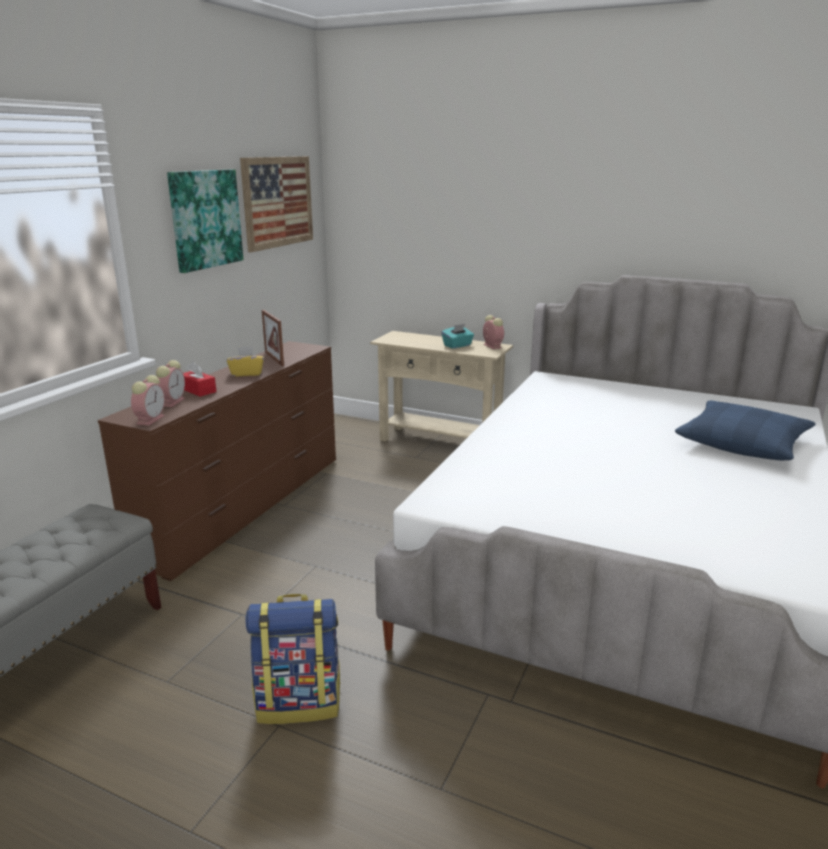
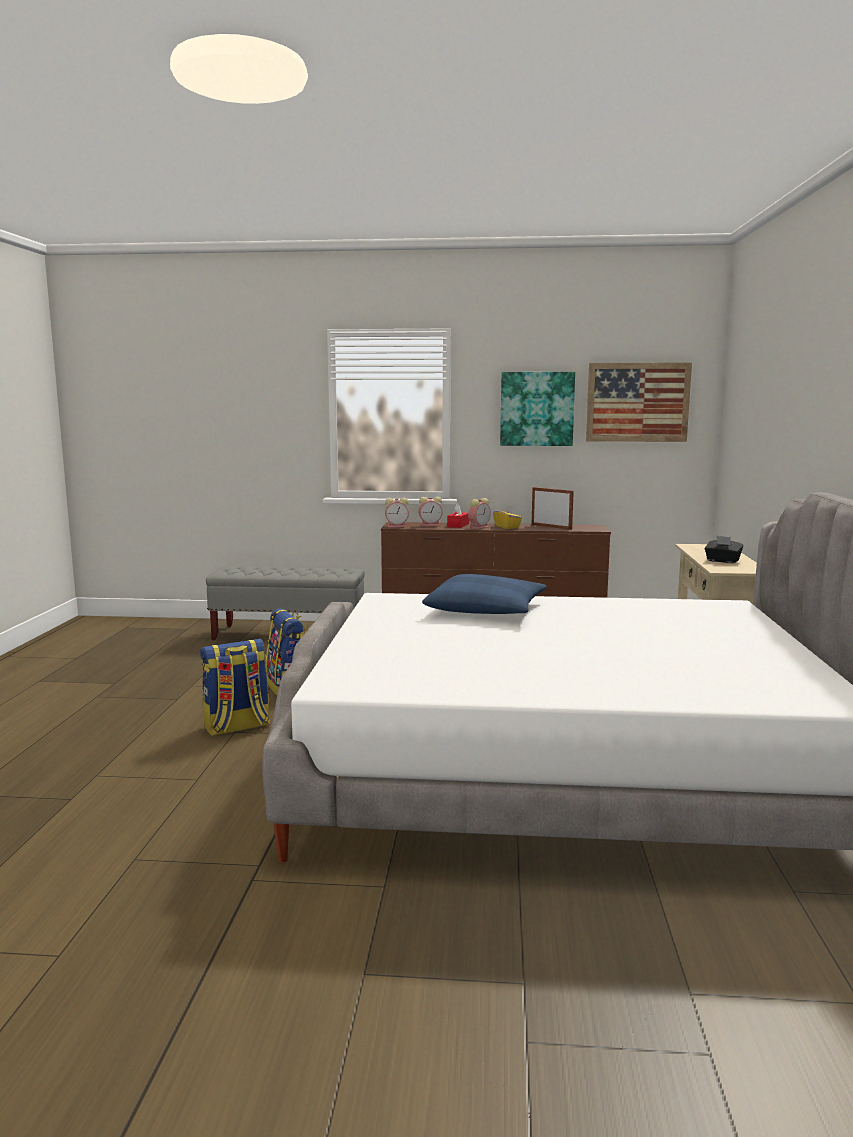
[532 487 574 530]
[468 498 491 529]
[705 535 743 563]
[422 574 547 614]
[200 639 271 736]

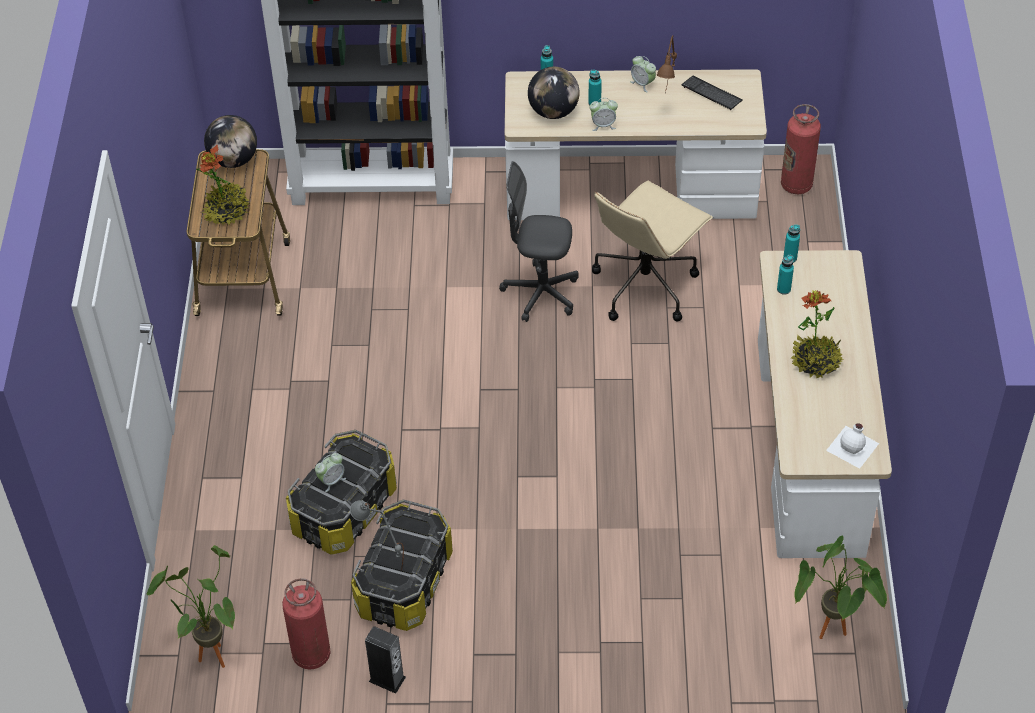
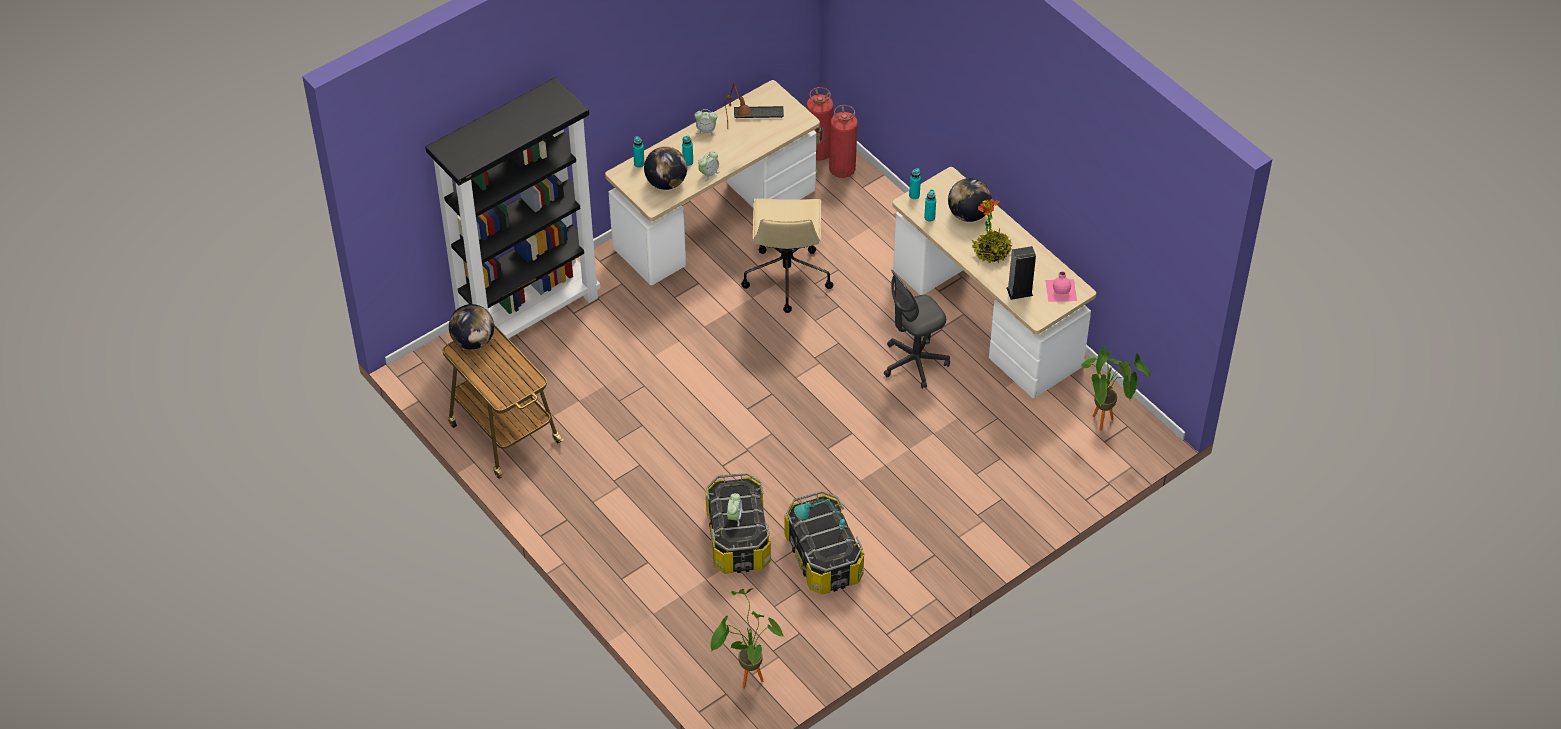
[196 145 250 225] (first image)
[884 270 950 389]
[1045 272 1077 302]
[794 499 845 542]
[829 105 858 178]
[1006 246 1036 300]
[948 178 992 222]

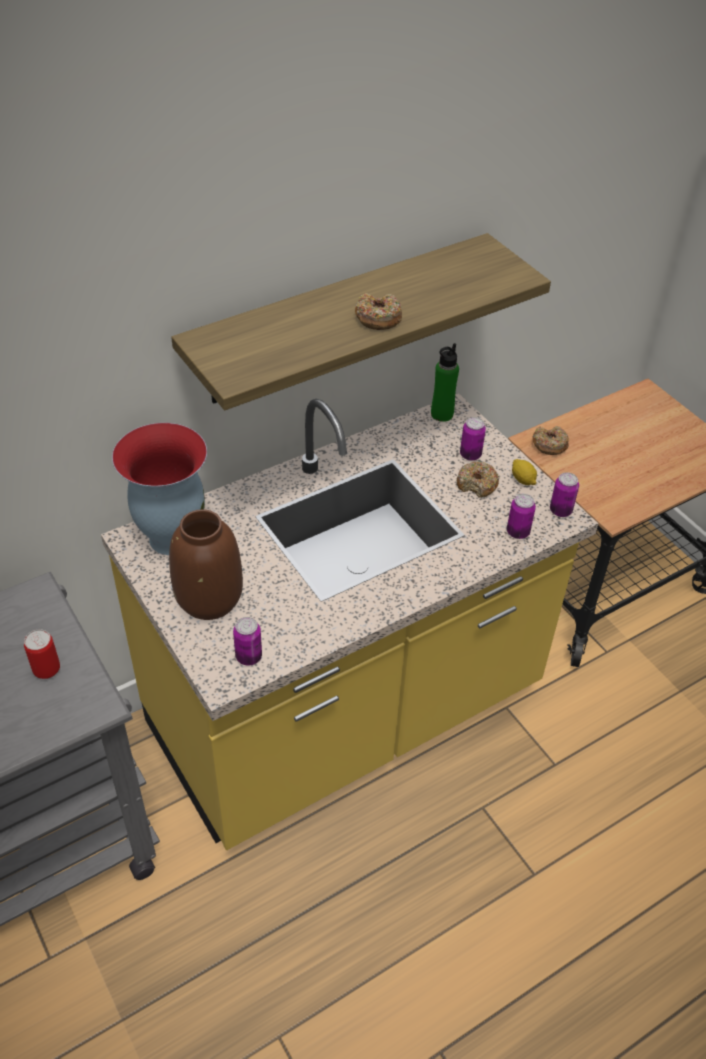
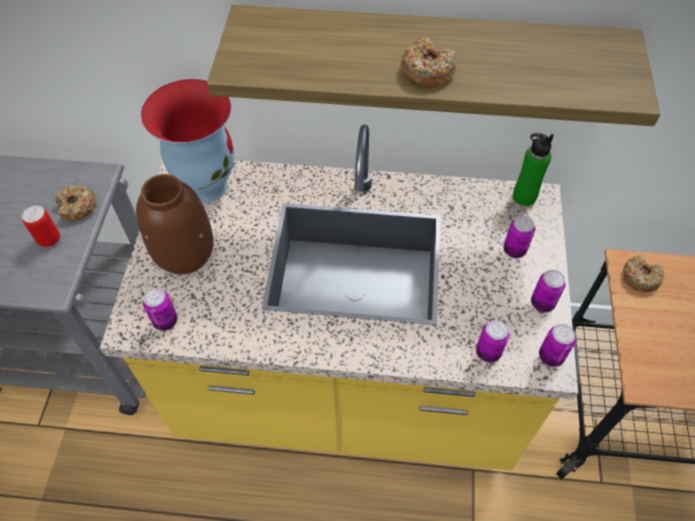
[531 270 565 312]
[55 185 96 221]

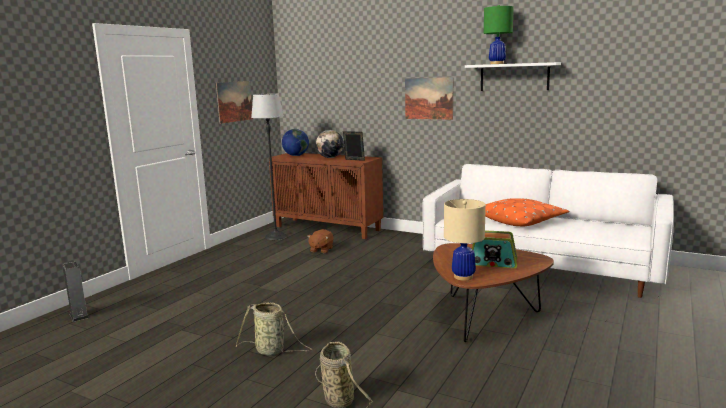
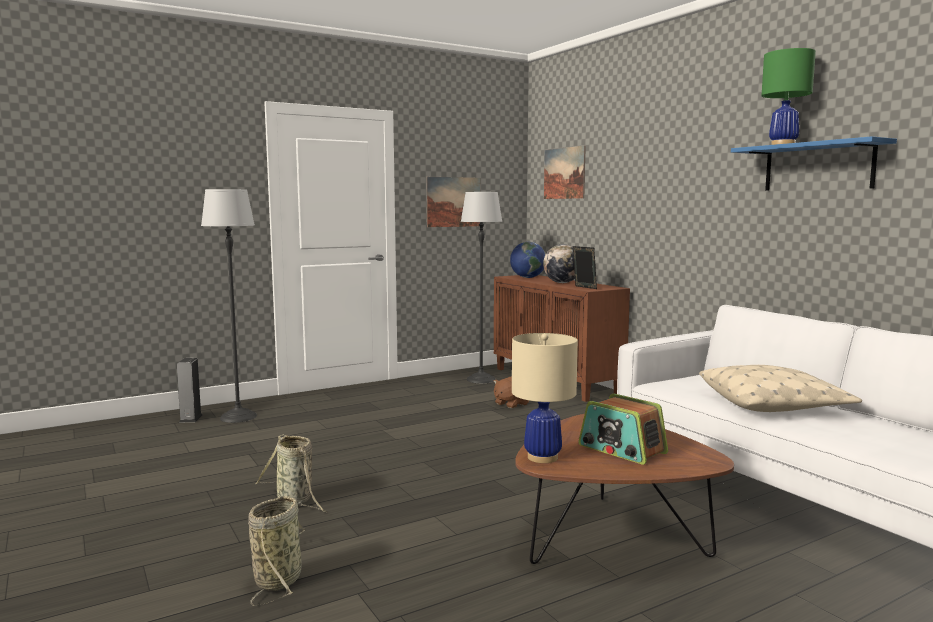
[731 136 897 191]
[544 146 586 199]
[699 365 862 412]
[201 189 257 423]

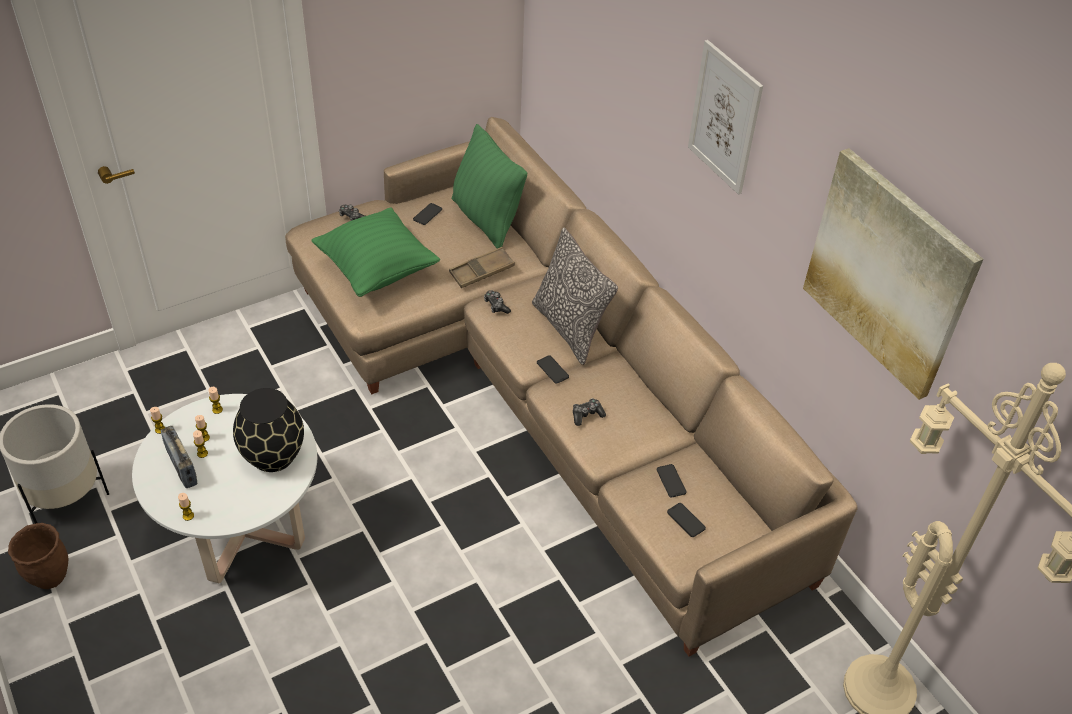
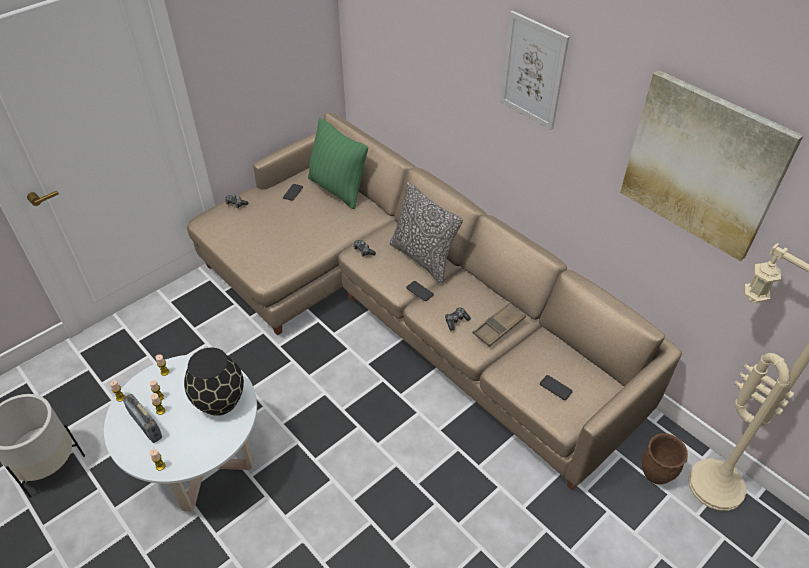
[311 208 440 297] (first image)
[473 302 526 347]
[657 464 687 498] (first image)
[642 433 688 485]

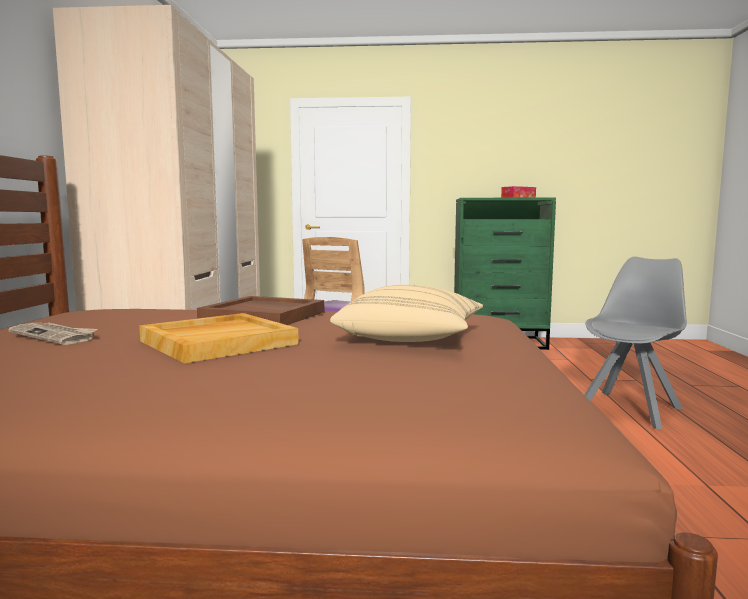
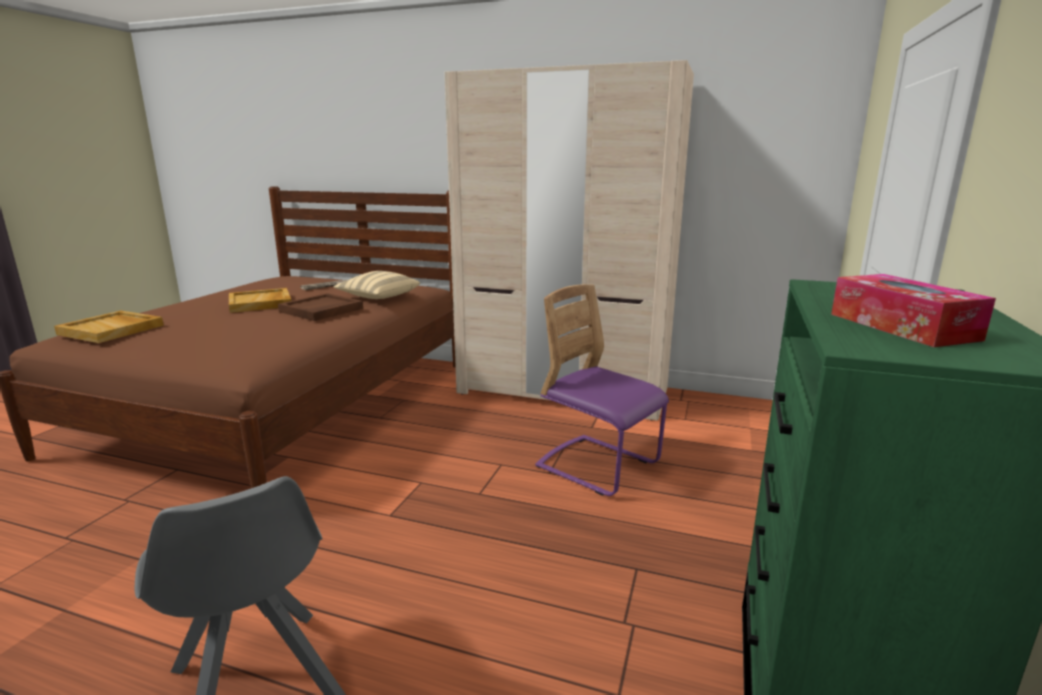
[334 271 420 299]
[54 311 164 343]

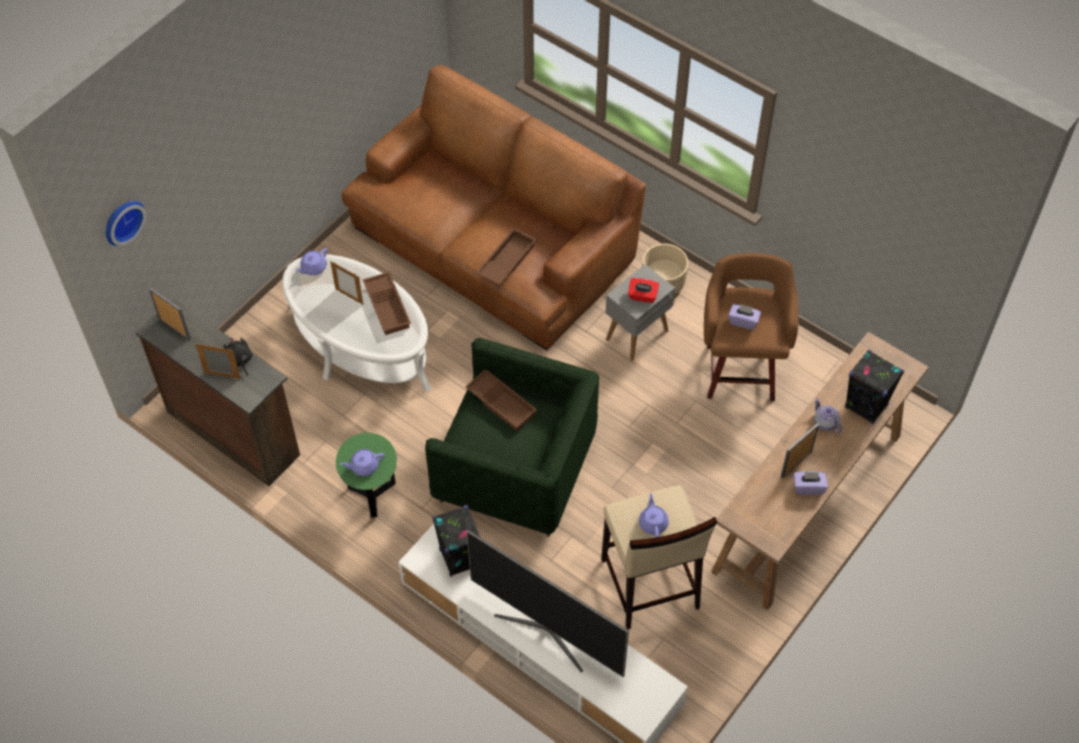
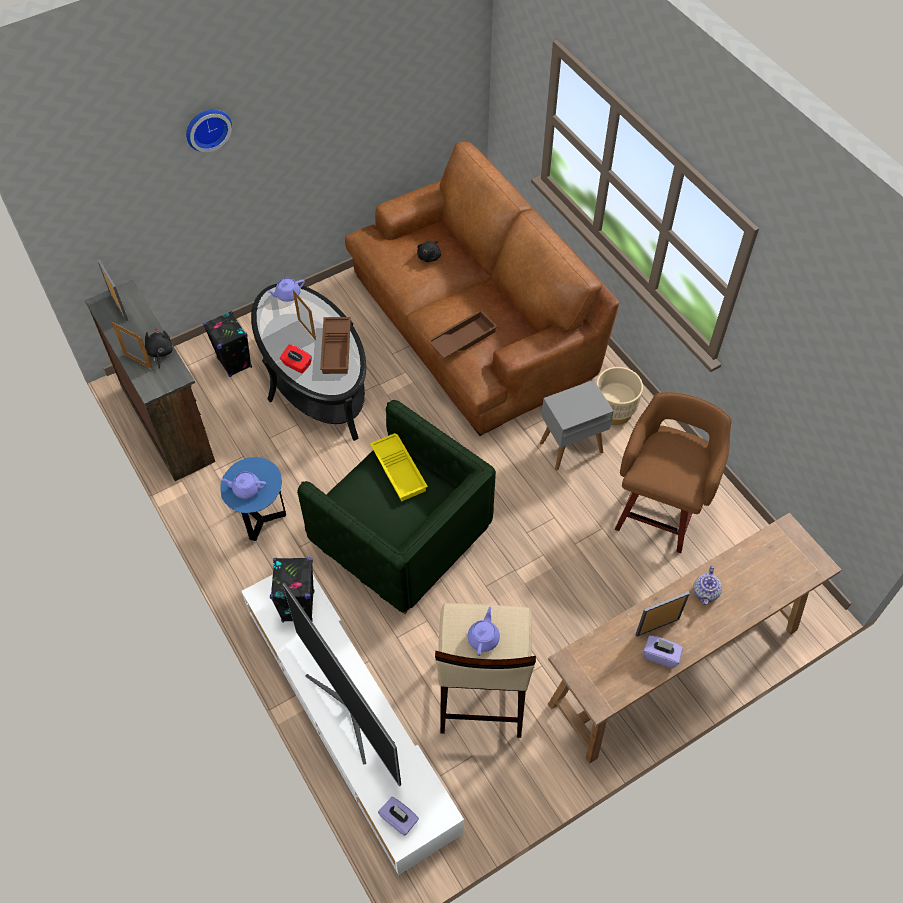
[186 109 232 152]
[251 283 366 441]
[280 344 312 374]
[378 797 419 836]
[203 311 252 377]
[370 433 428 501]
[693 566 722 605]
[221 457 286 541]
[417 241 441 262]

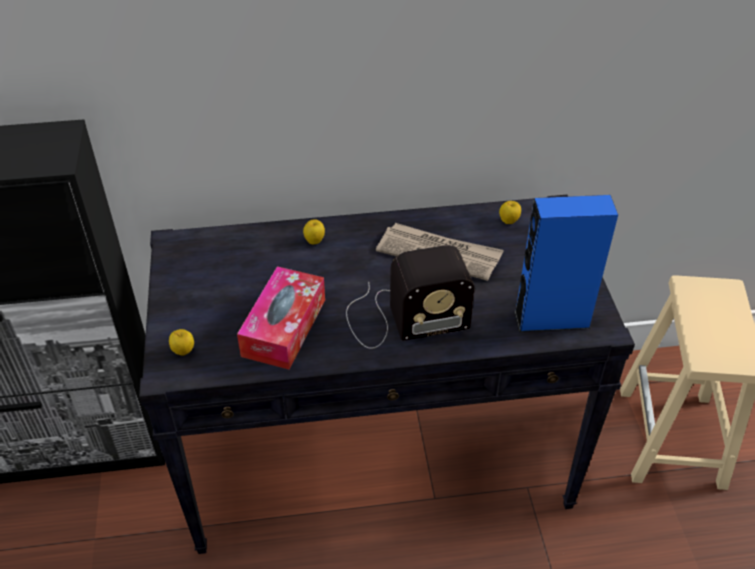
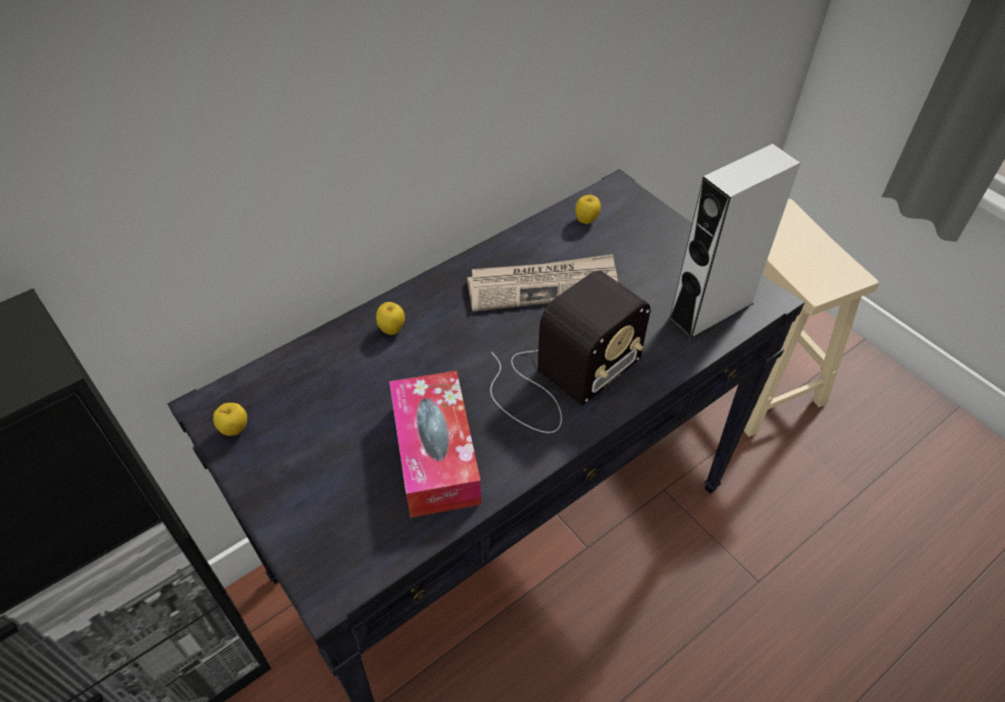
[668 144 801 339]
[213 403 247 436]

